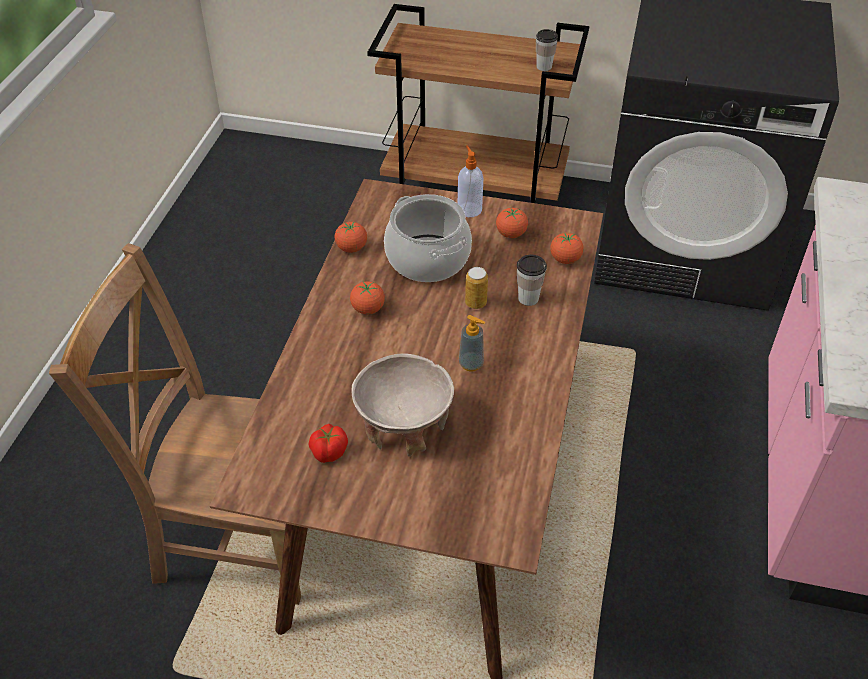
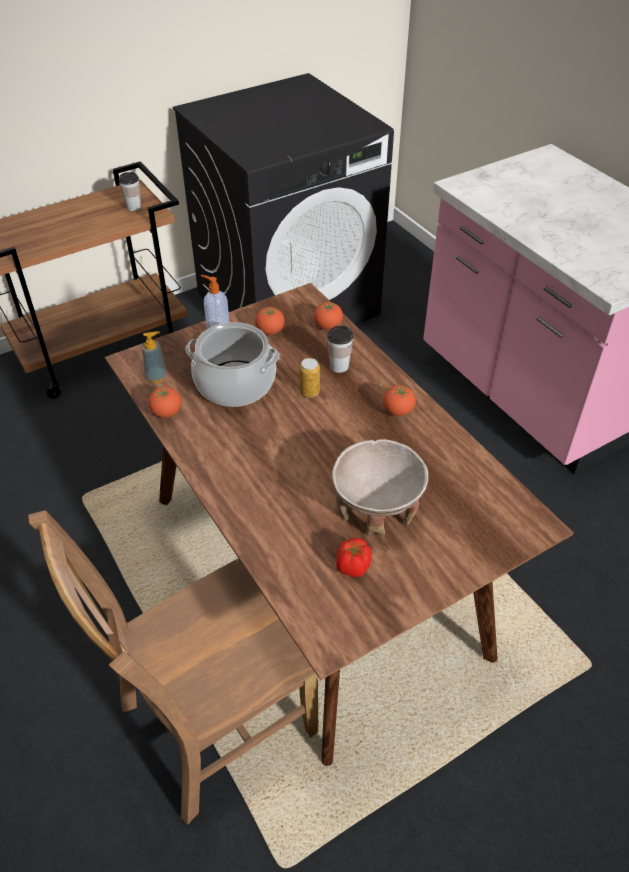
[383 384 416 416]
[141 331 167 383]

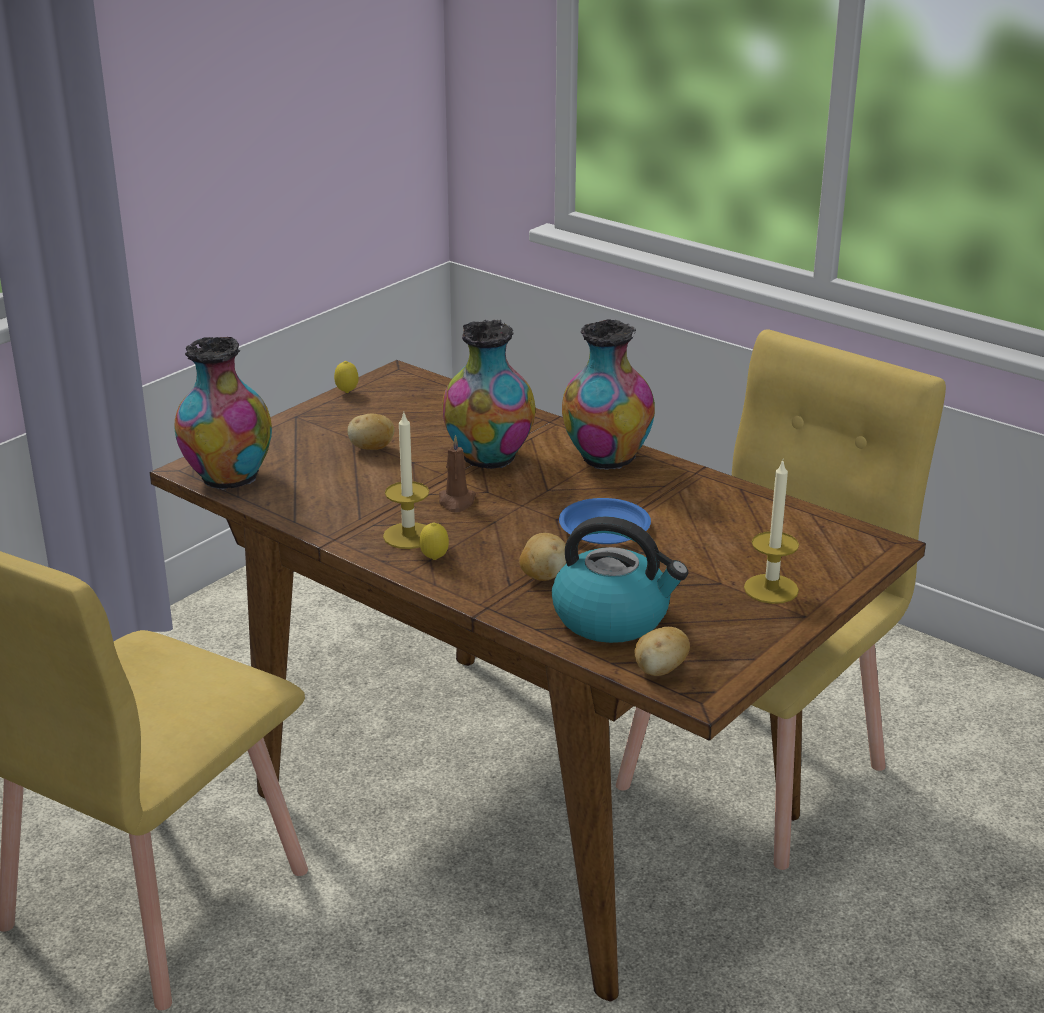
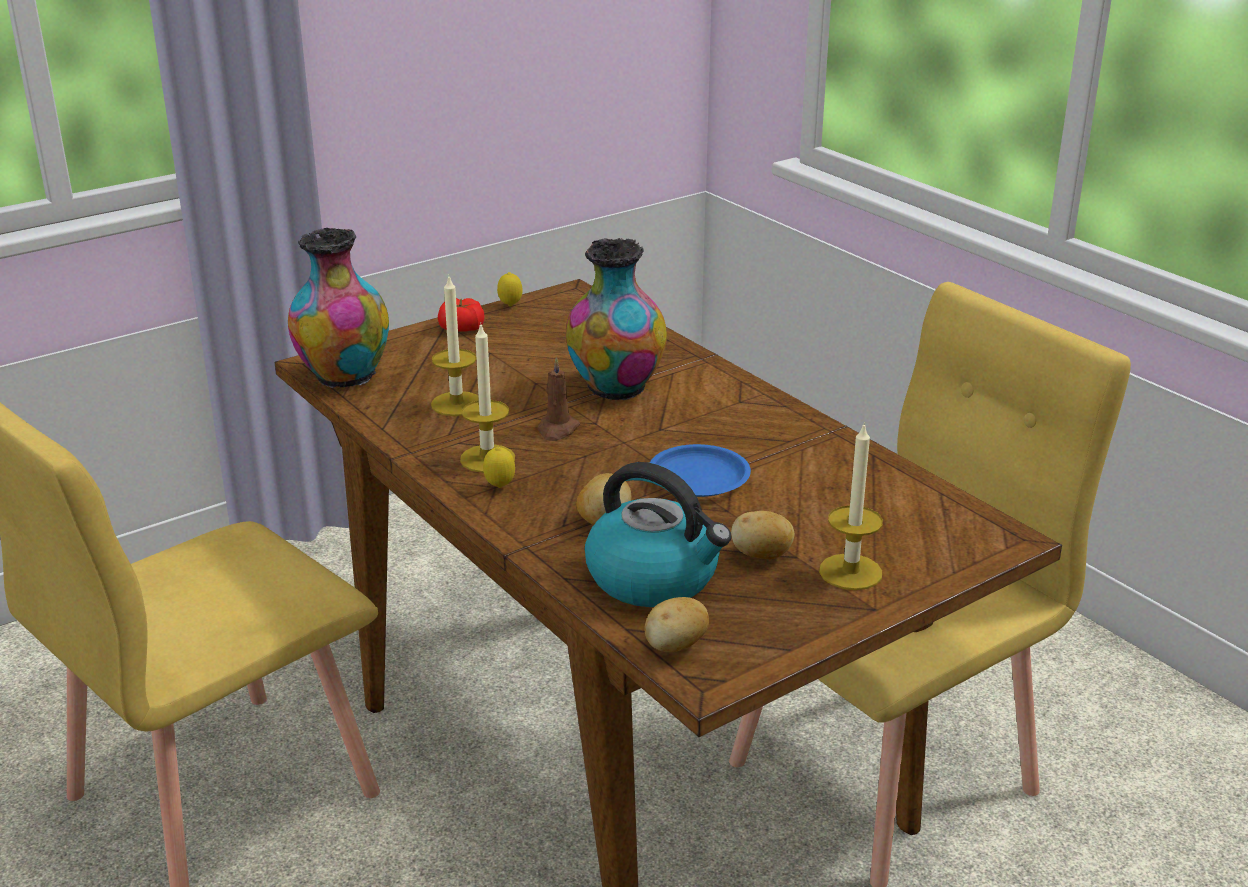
[562 319 655 470] (first image)
[731 511 794 559]
[431 277 479 416]
[438 298 485 332]

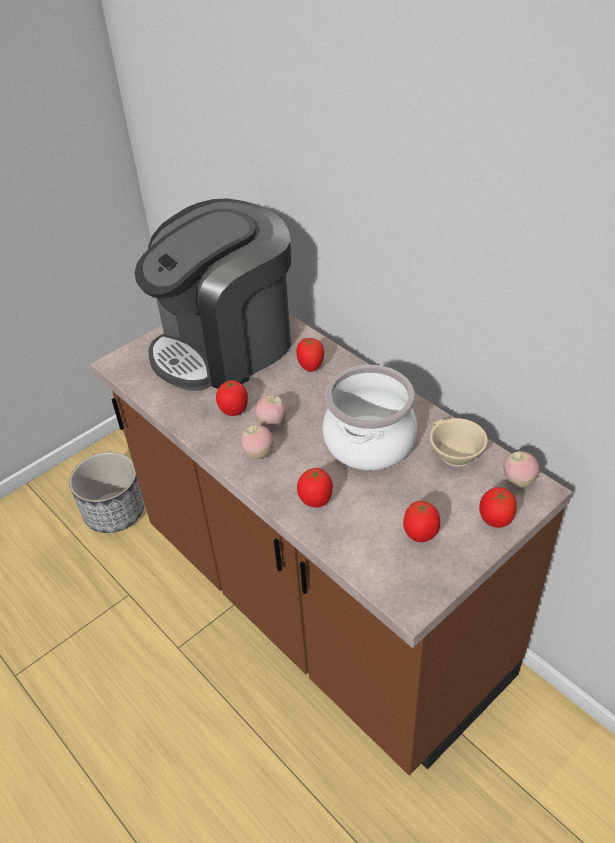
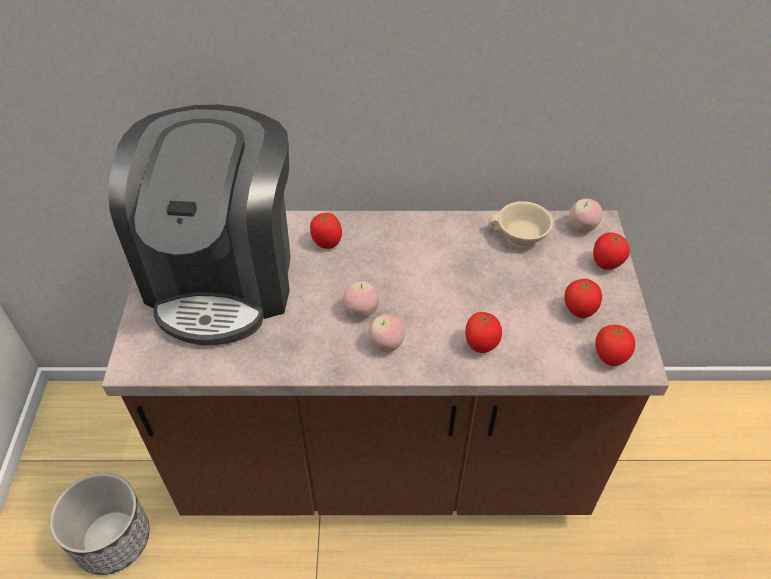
[323 365 417 470] (first image)
[596 325 635 366]

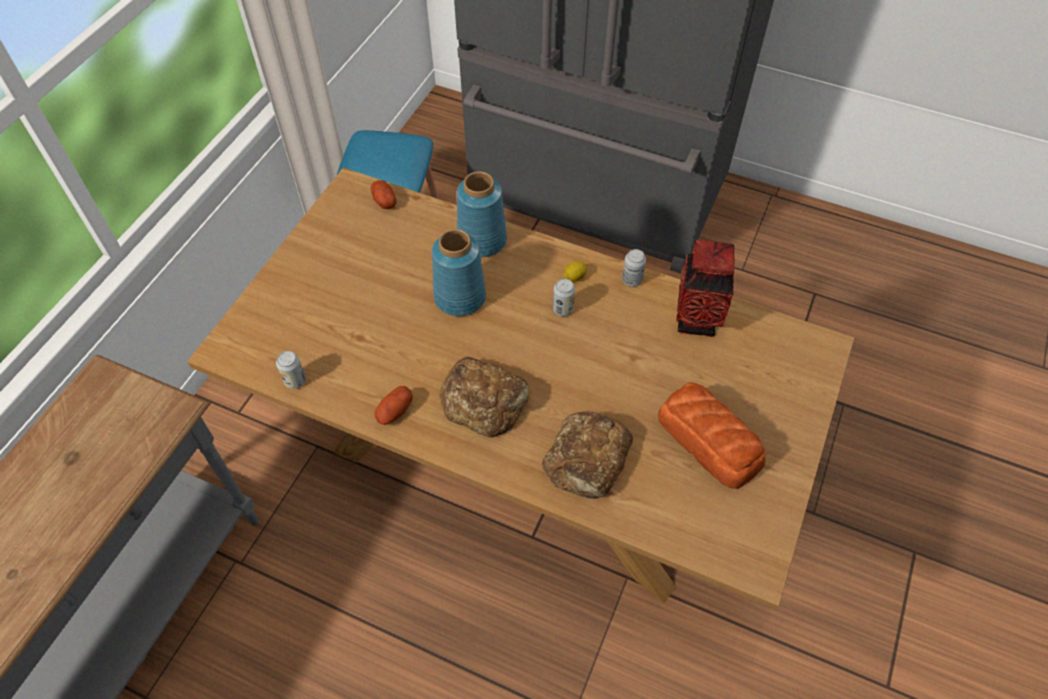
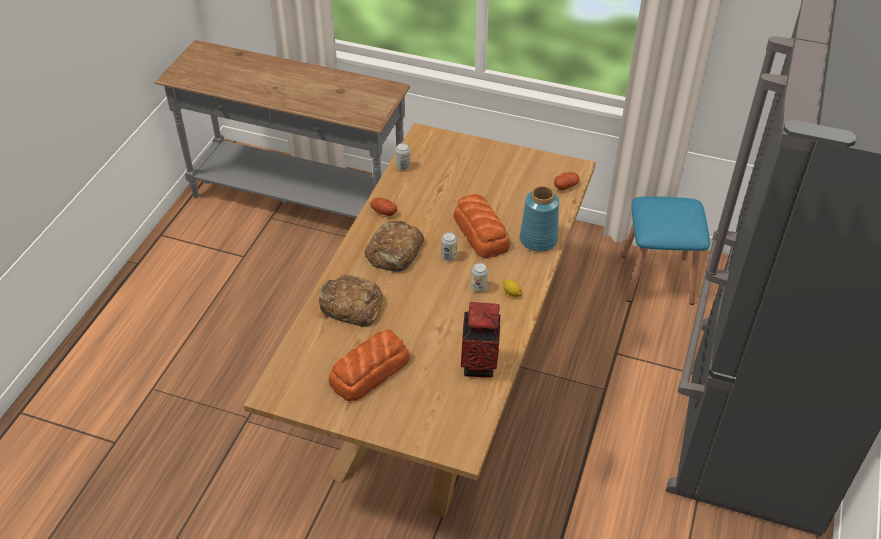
[454 194 510 258]
[441 232 457 261]

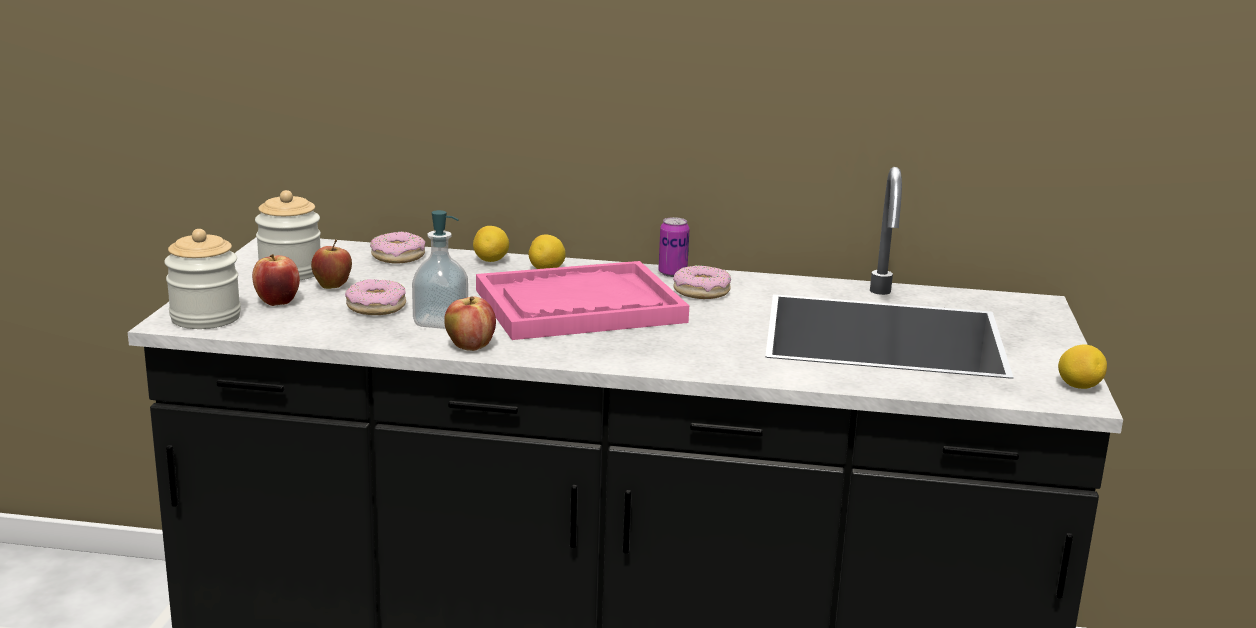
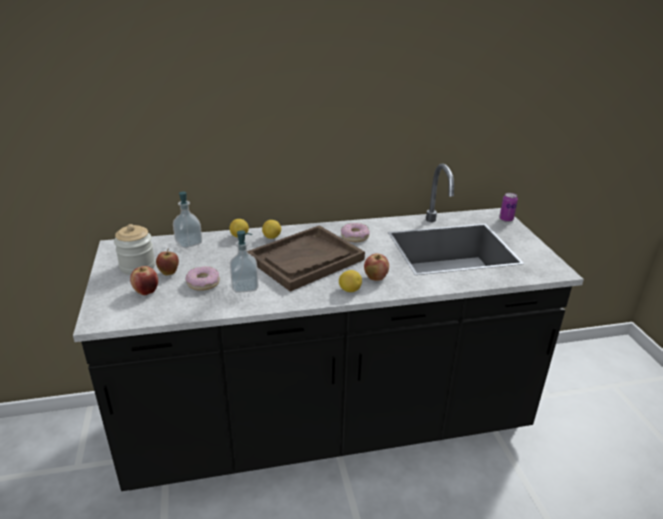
[499 193 518 222]
[164 229 241 329] (first image)
[173 192 202 248]
[247 225 365 292]
[364 253 389 281]
[339 270 362 292]

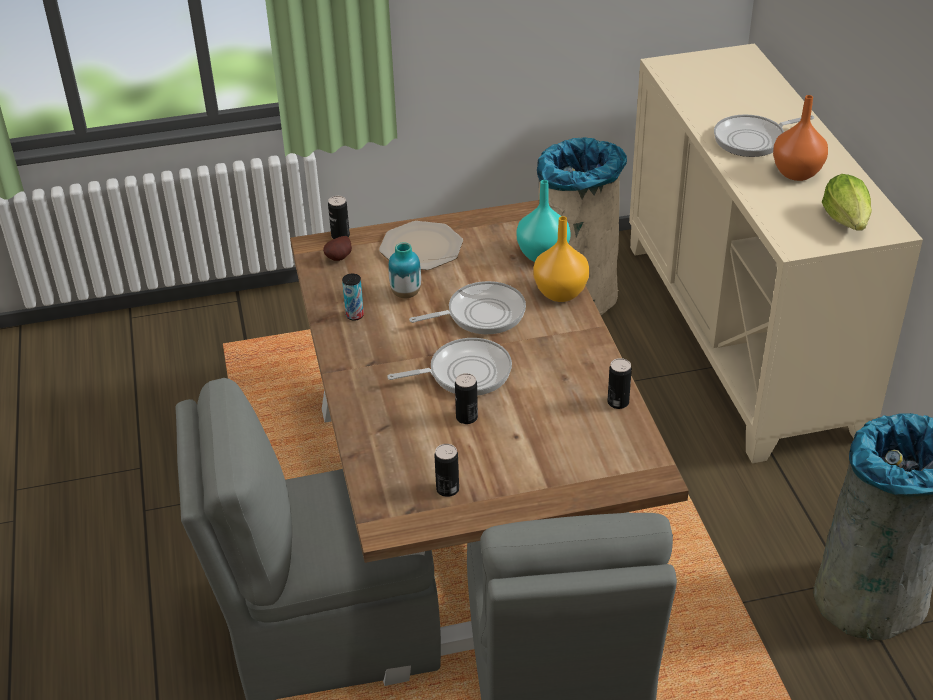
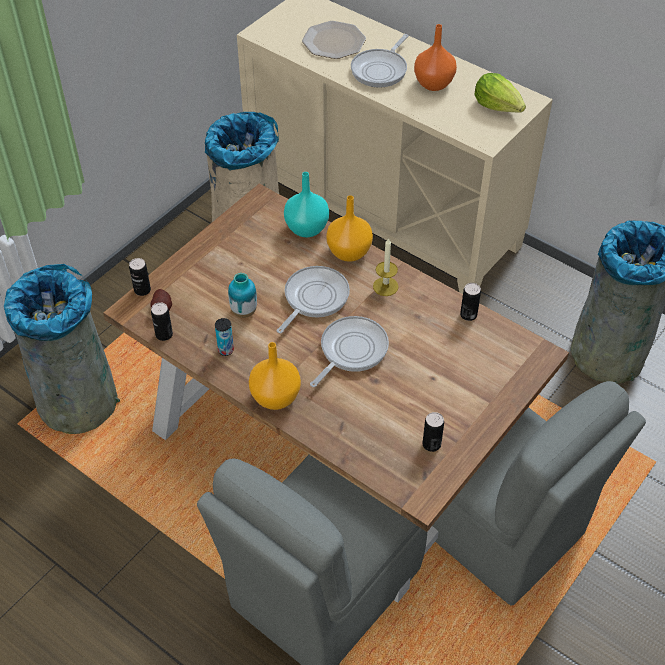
[302 21 366 59]
[151 302 173 341]
[373 238 399 296]
[4 264 120 434]
[249 342 301 410]

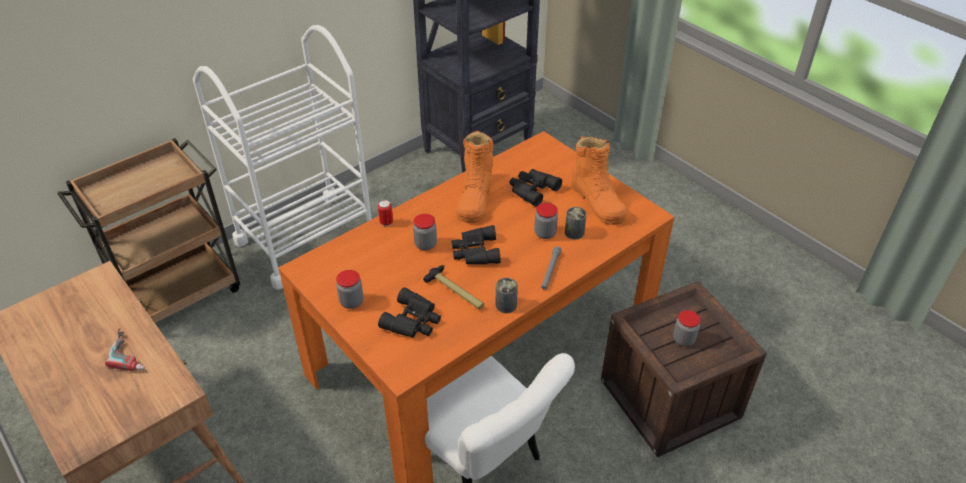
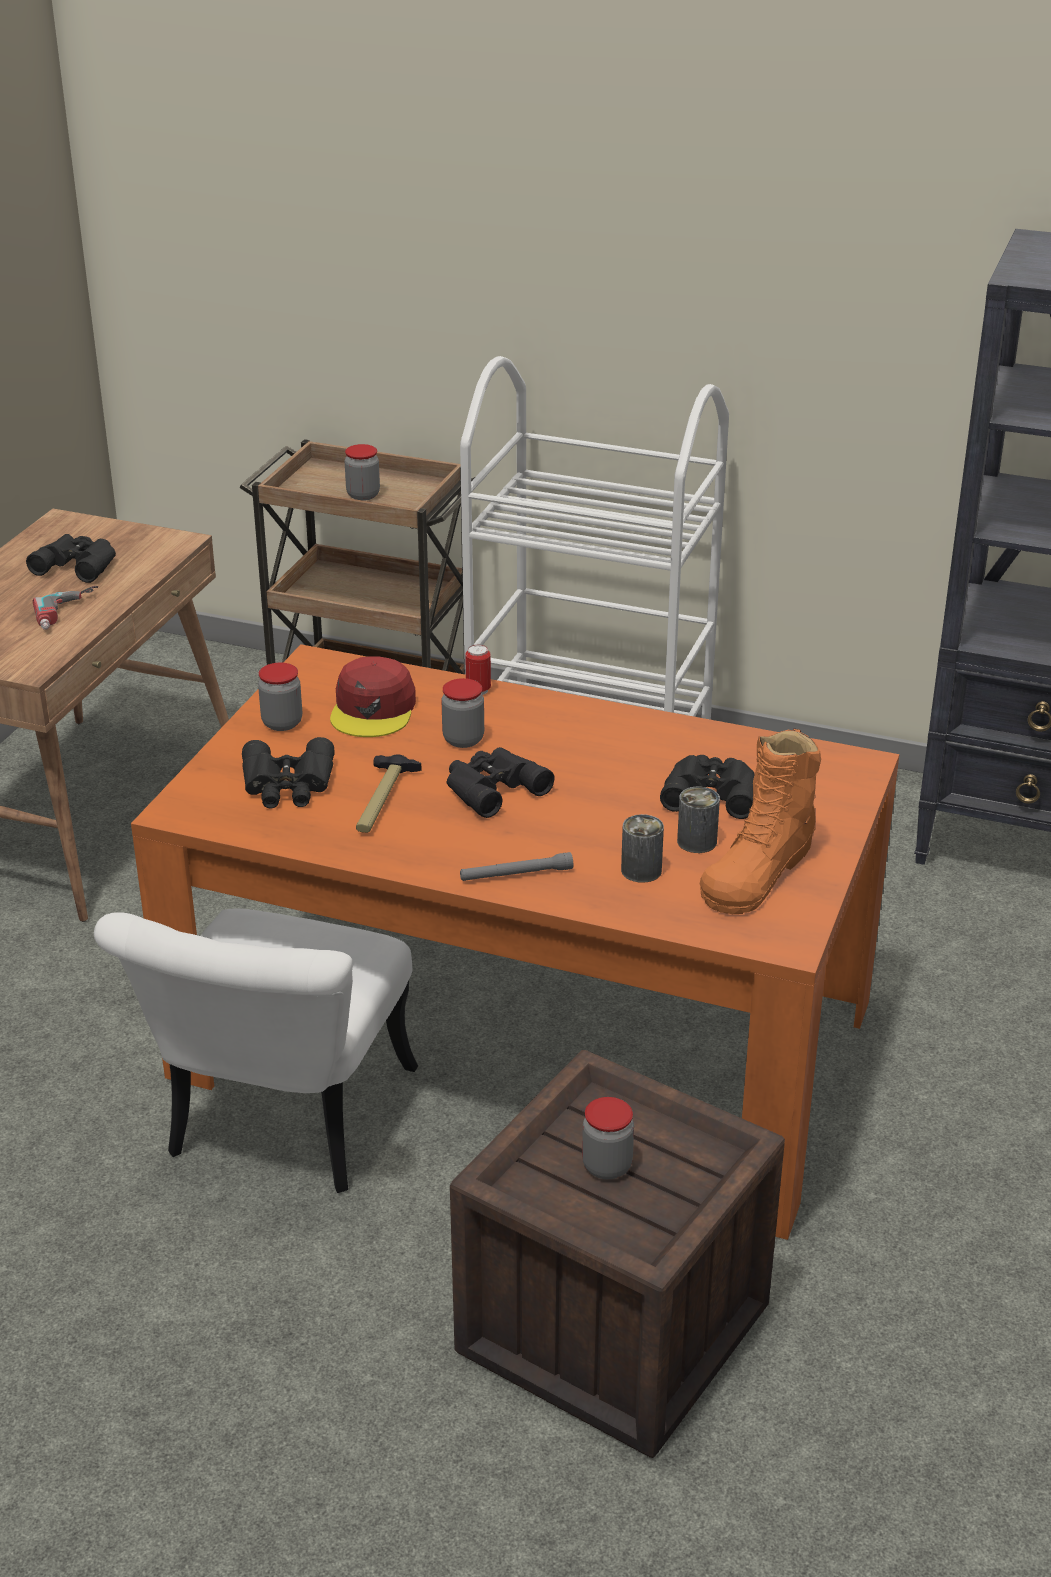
[456 131 494 223] (first image)
[345 444 380 501]
[677 786 720 853]
[26 534 116 583]
[330 657 416 737]

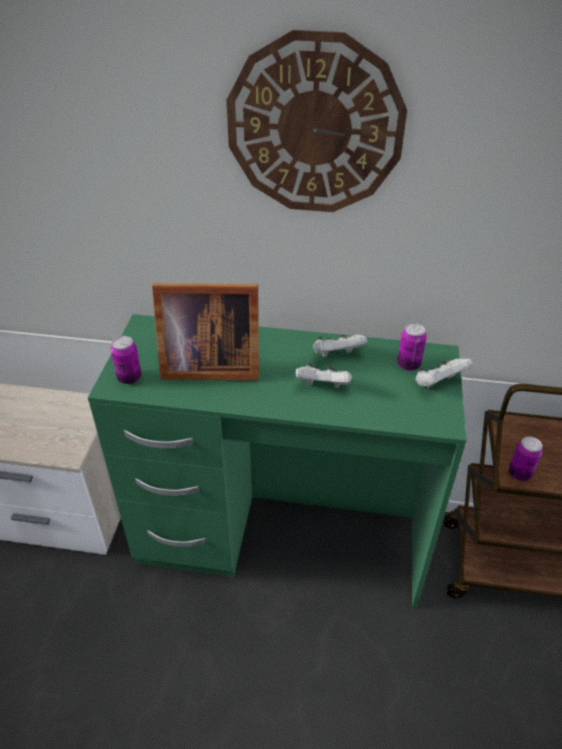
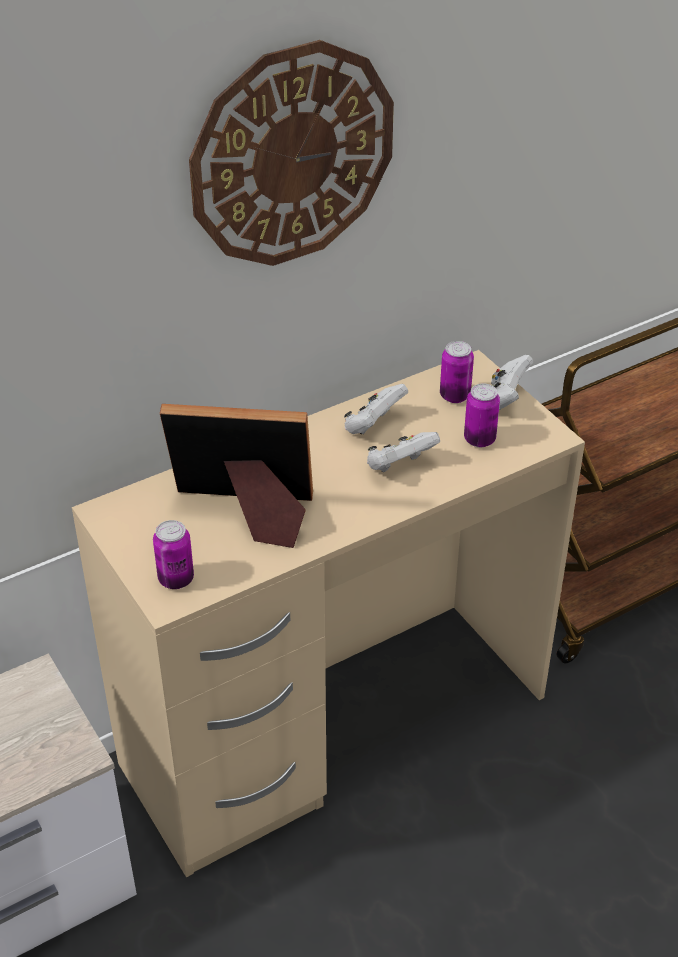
[160 404 313 548]
[72 350 585 877]
[464 383 500 447]

